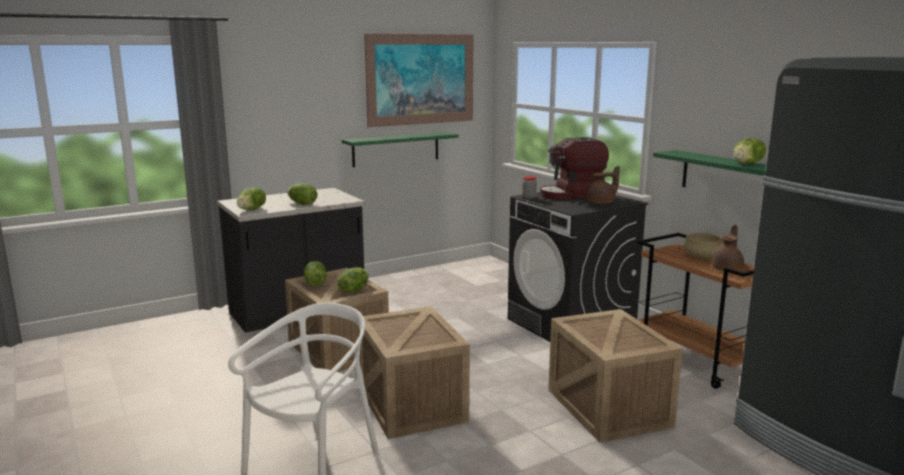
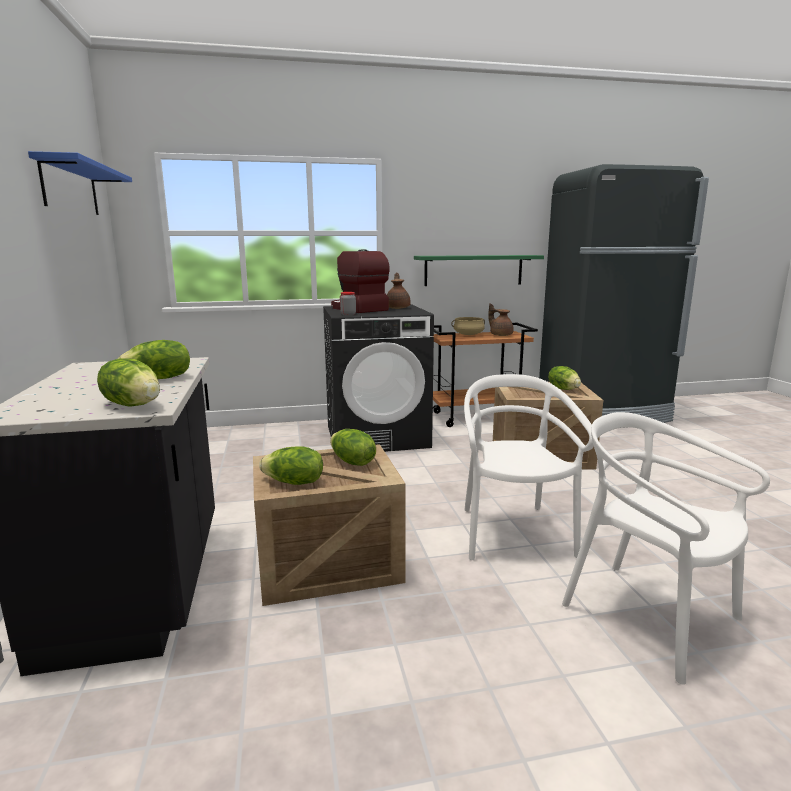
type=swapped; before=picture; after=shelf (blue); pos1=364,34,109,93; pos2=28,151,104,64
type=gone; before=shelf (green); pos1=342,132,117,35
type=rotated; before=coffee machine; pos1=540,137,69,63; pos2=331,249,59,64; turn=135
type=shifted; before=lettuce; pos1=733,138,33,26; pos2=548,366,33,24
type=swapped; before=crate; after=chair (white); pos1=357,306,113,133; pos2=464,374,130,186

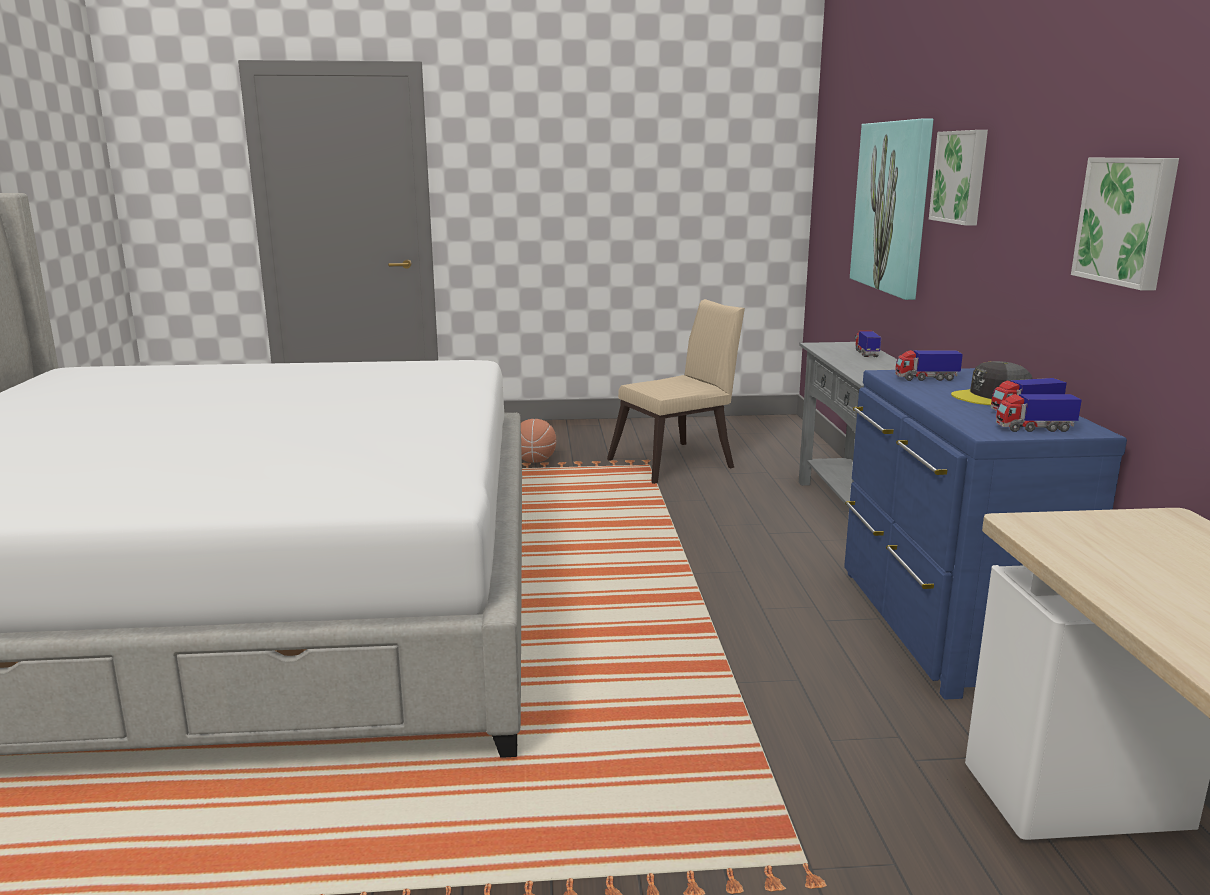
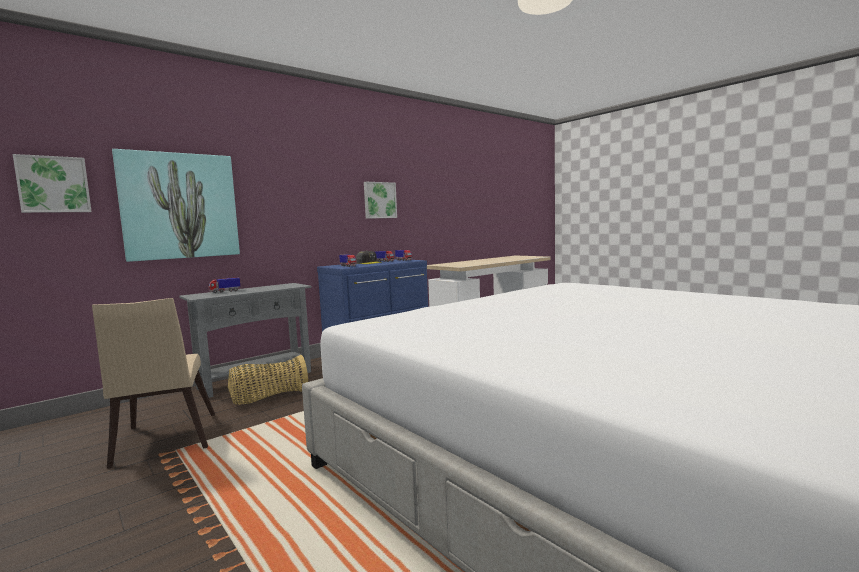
type=shifted; before=picture; pos1=929,130,59,96; pos2=13,154,79,59
type=rotated; before=chair (beige); pos1=607,299,138,185; pos2=92,298,123,171; turn=-135
type=gone; before=basketball; pos1=521,419,35,44
type=new; after=basket; pos2=228,355,80,50

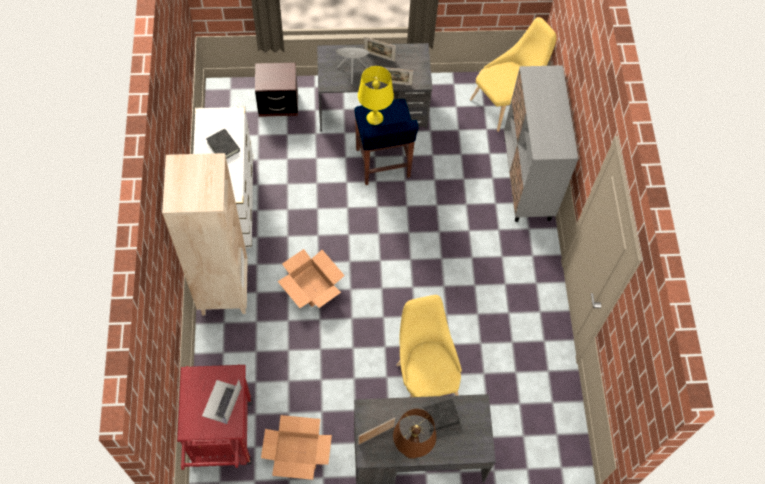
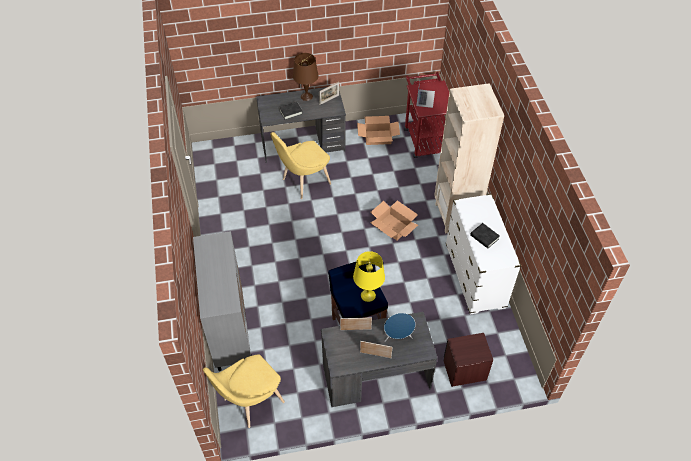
type=rotated; before=chair (yellow); pos1=396,295,66,102; pos2=271,132,60,67; turn=75

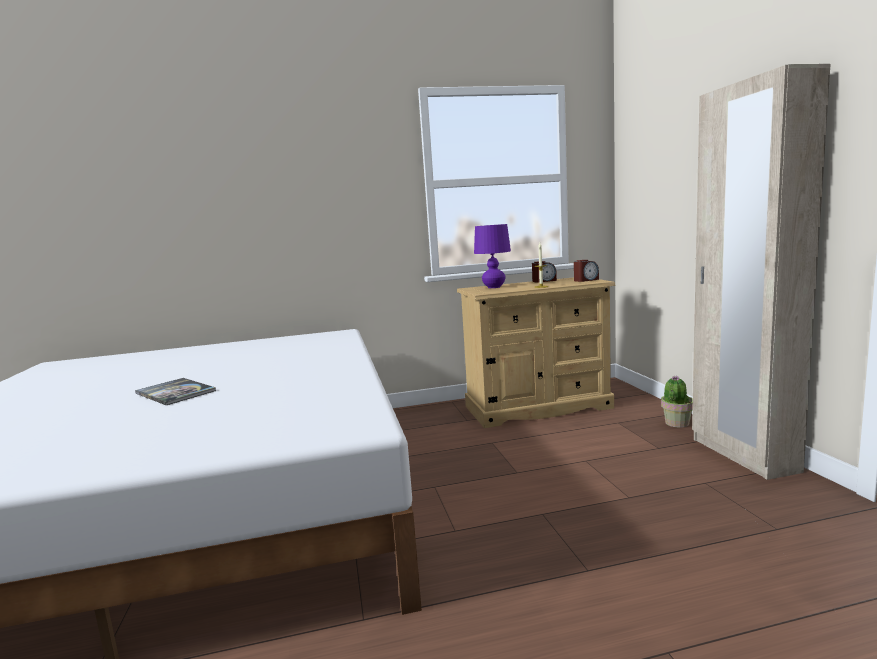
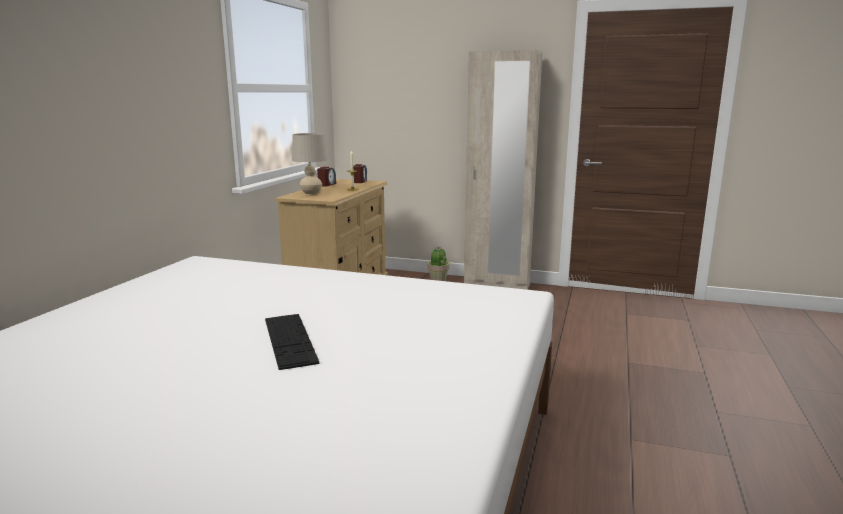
type=repainted; before=table lamp (purple); after=table lamp (beige); pos1=474,224,37,64; pos2=292,133,35,62
type=swapped; before=book; after=keyboard; pos1=135,378,81,27; pos2=265,314,54,56

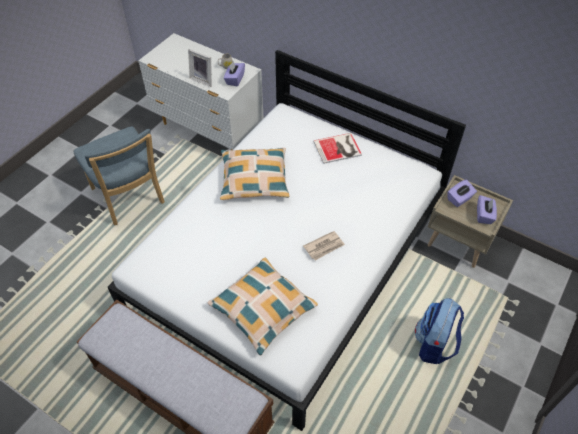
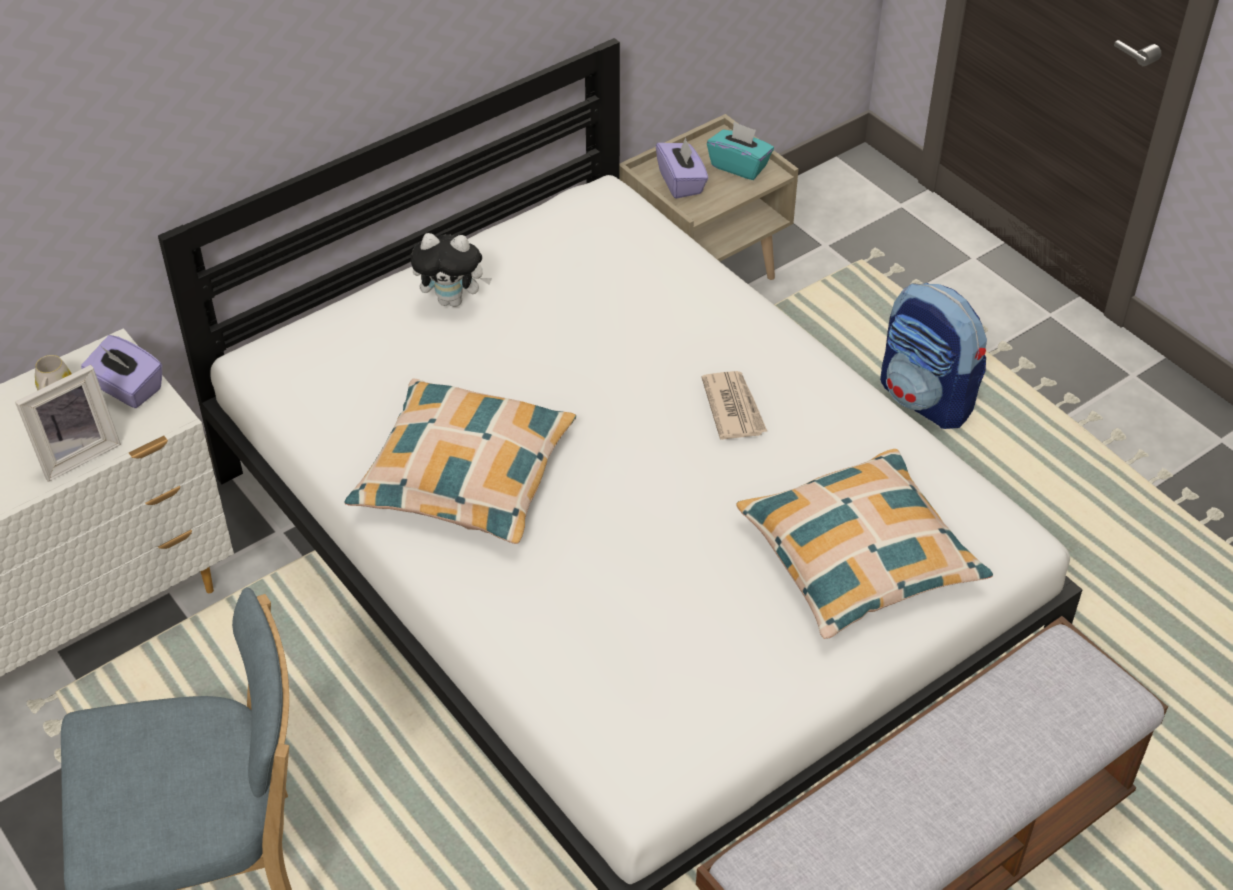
type=swapped; before=book; after=plush toy; pos1=313,133,49,31; pos2=411,233,81,74
type=repainted; before=tissue box (purple); after=tissue box (turquoise); pos1=477,195,20,29; pos2=707,122,67,58

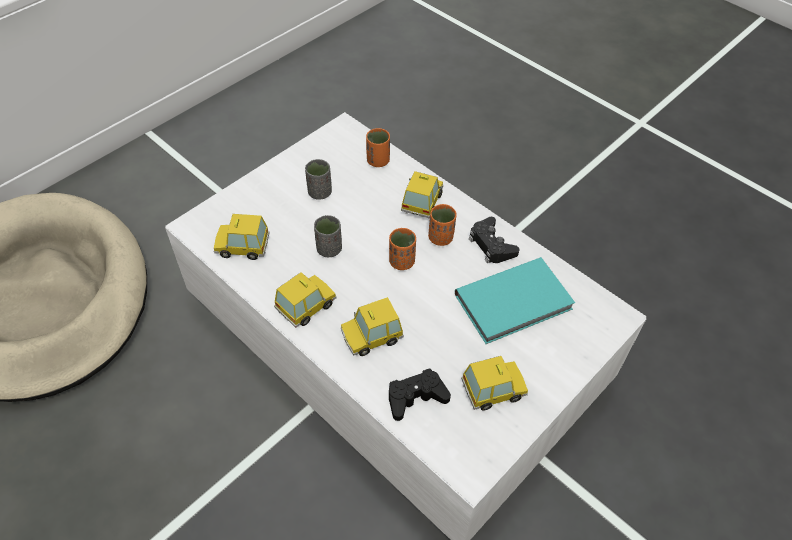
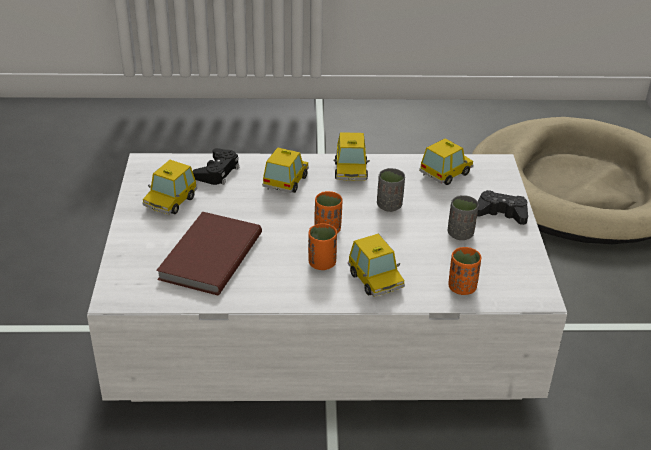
type=shifted; before=game controller (black); pos1=469,217,51,46; pos2=477,190,51,35
type=repainted; before=book (turquoise); after=book (brown); pos1=455,257,120,87; pos2=156,212,106,83

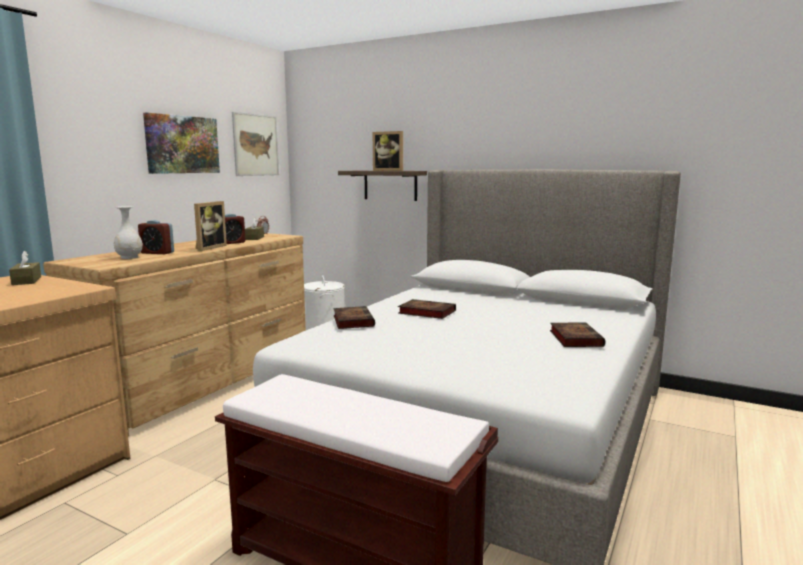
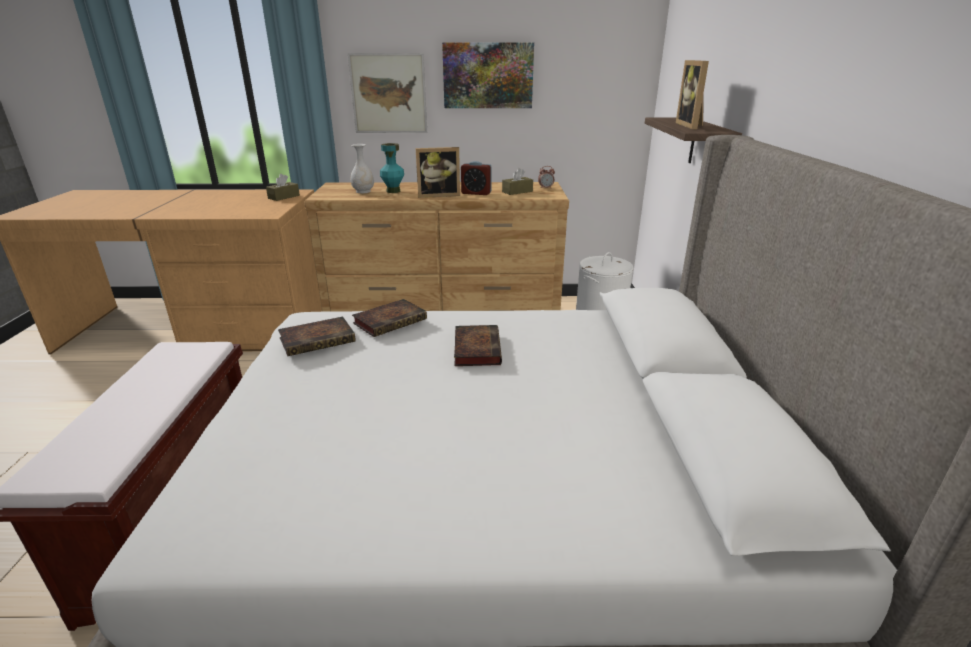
type=shifted; before=picture; pos1=232,112,47,64; pos2=348,53,79,80
type=swapped; before=alarm clock; after=vase (turquoise); pos1=138,220,36,34; pos2=380,143,24,50
type=shifted; before=book; pos1=550,323,55,24; pos2=278,317,78,39

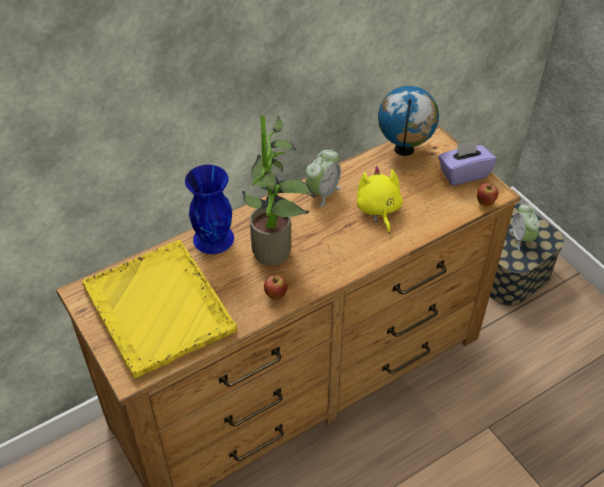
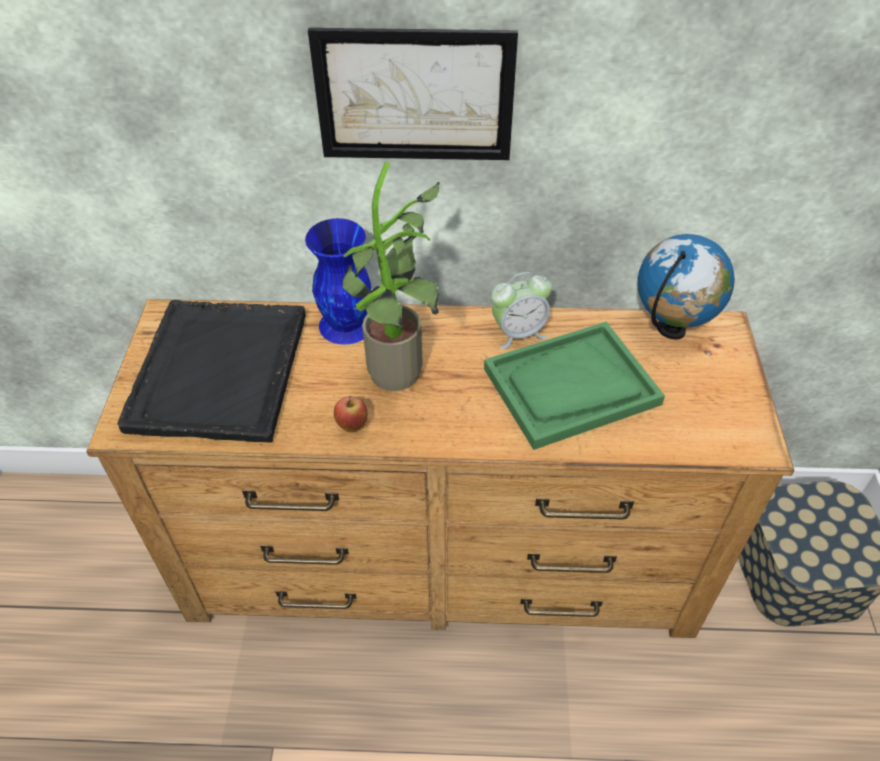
type=gone; before=tissue box (purple); pos1=438,140,58,46
type=swapped; before=plush toy (yellow); after=tray (green); pos1=357,166,46,67; pos2=484,322,181,128
type=gone; before=apple; pos1=476,183,22,23
type=gone; before=alarm clock; pos1=510,203,30,47
type=repainted; before=tray (yellow); after=tray (black); pos1=82,240,155,138; pos2=118,300,188,143
type=new; after=picture; pos2=308,28,210,132

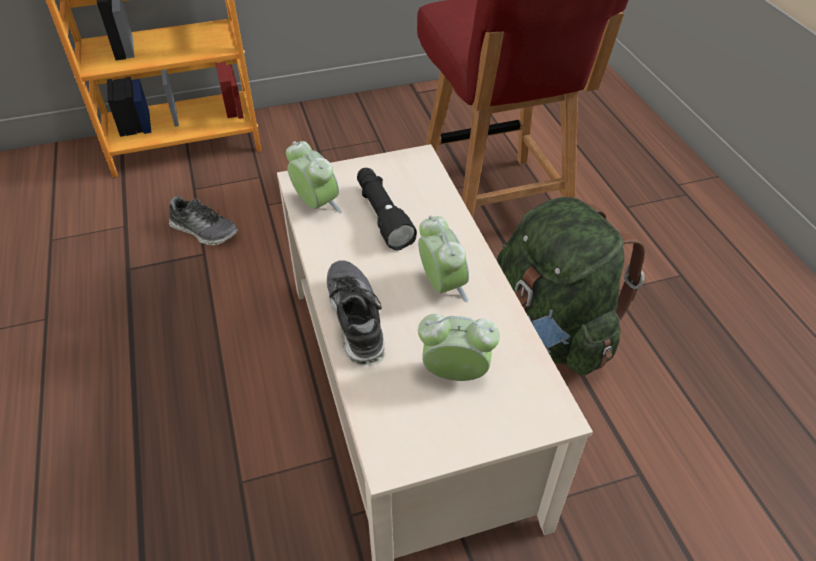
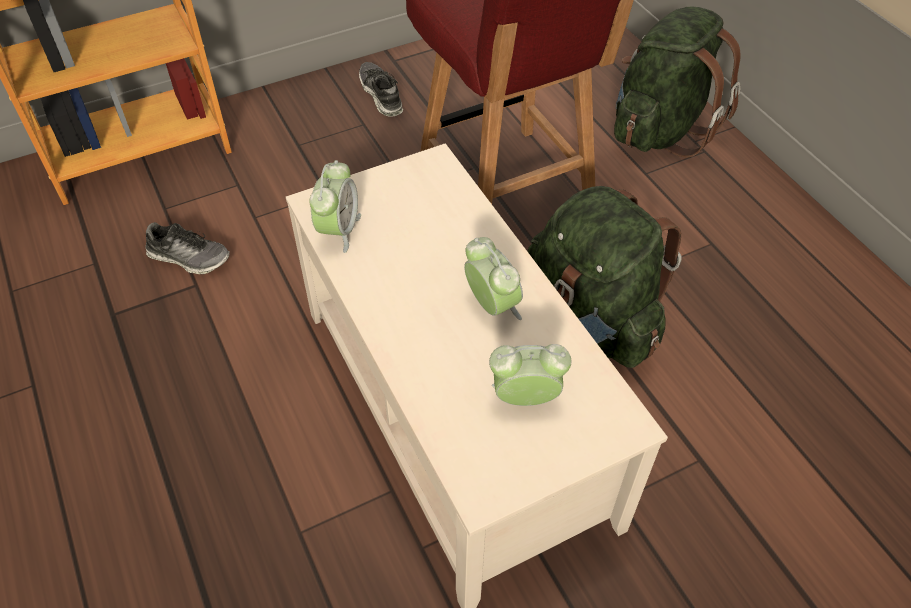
type=rotated; before=alarm clock; pos1=286,141,56,72; pos2=309,160,52,93; turn=60
type=gone; before=flashlight (black); pos1=357,168,60,82
type=shifted; before=shoe; pos1=327,260,59,106; pos2=359,62,44,55
type=new; after=backpack (green); pos2=614,7,127,151

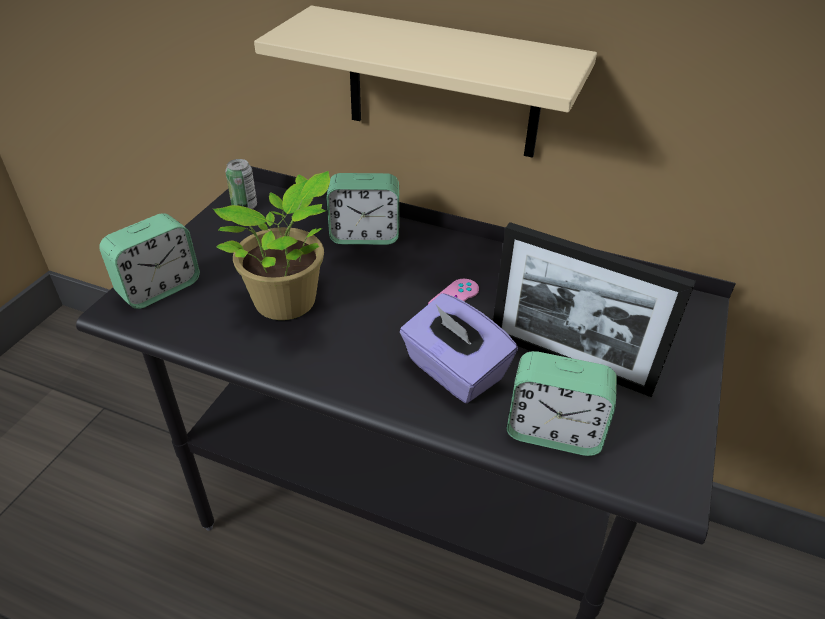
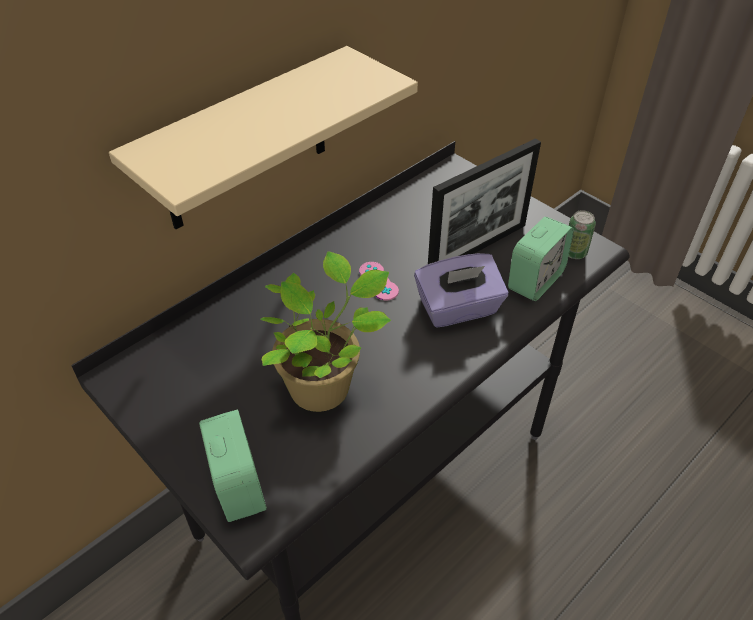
type=shifted; before=can; pos1=225,159,32,50; pos2=569,210,27,49
type=gone; before=alarm clock; pos1=327,173,72,72

